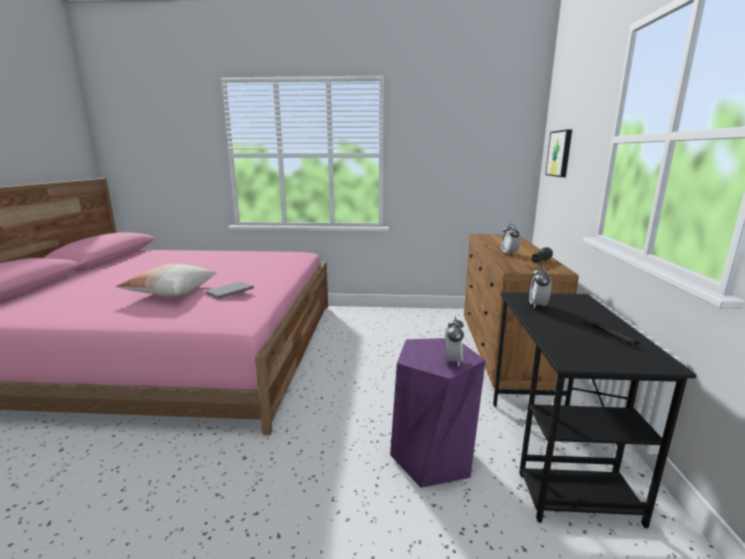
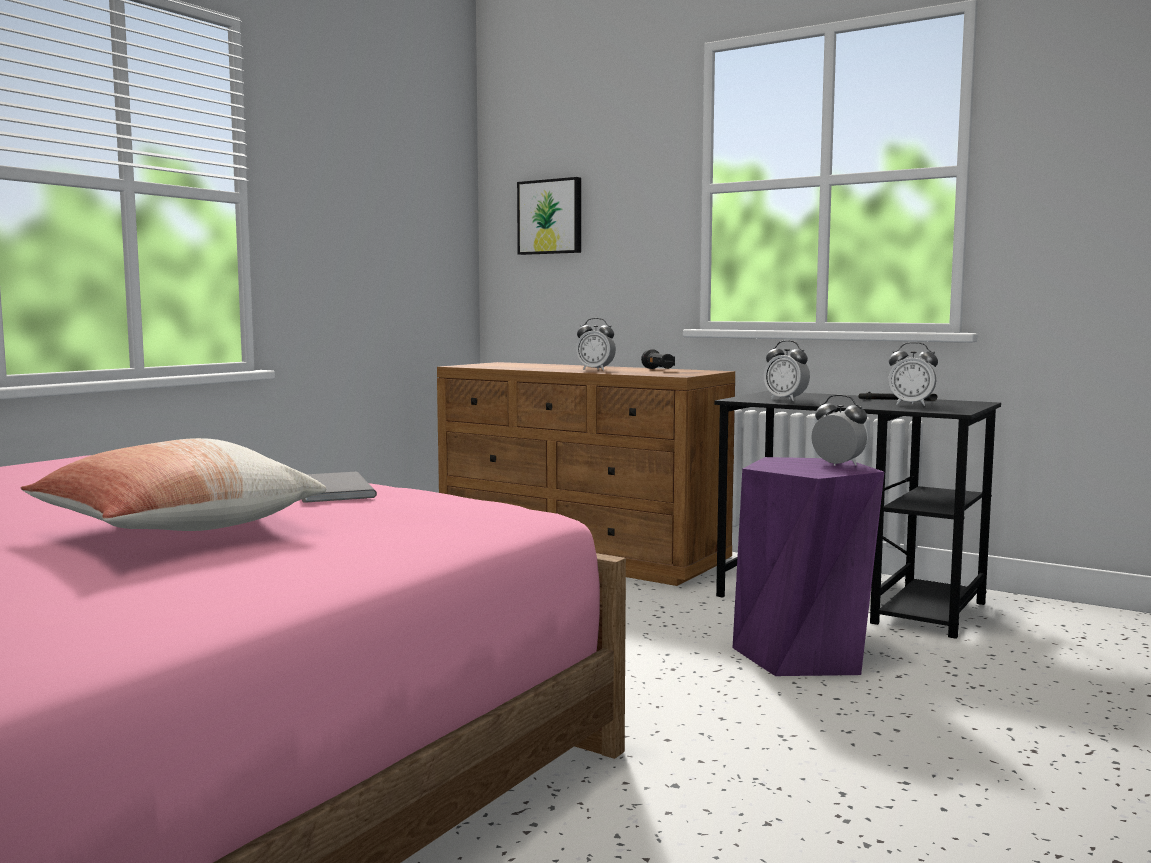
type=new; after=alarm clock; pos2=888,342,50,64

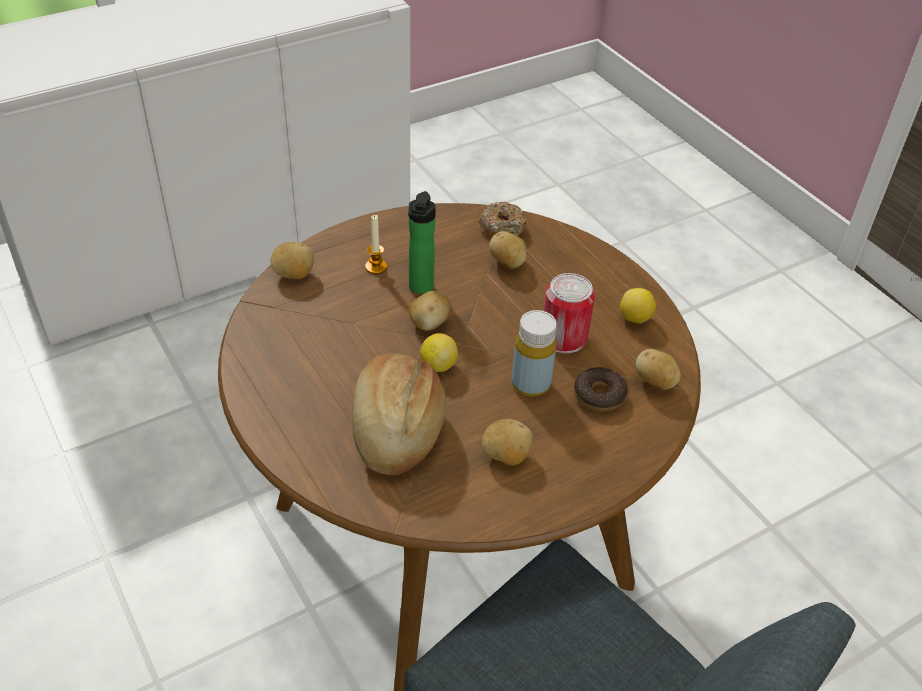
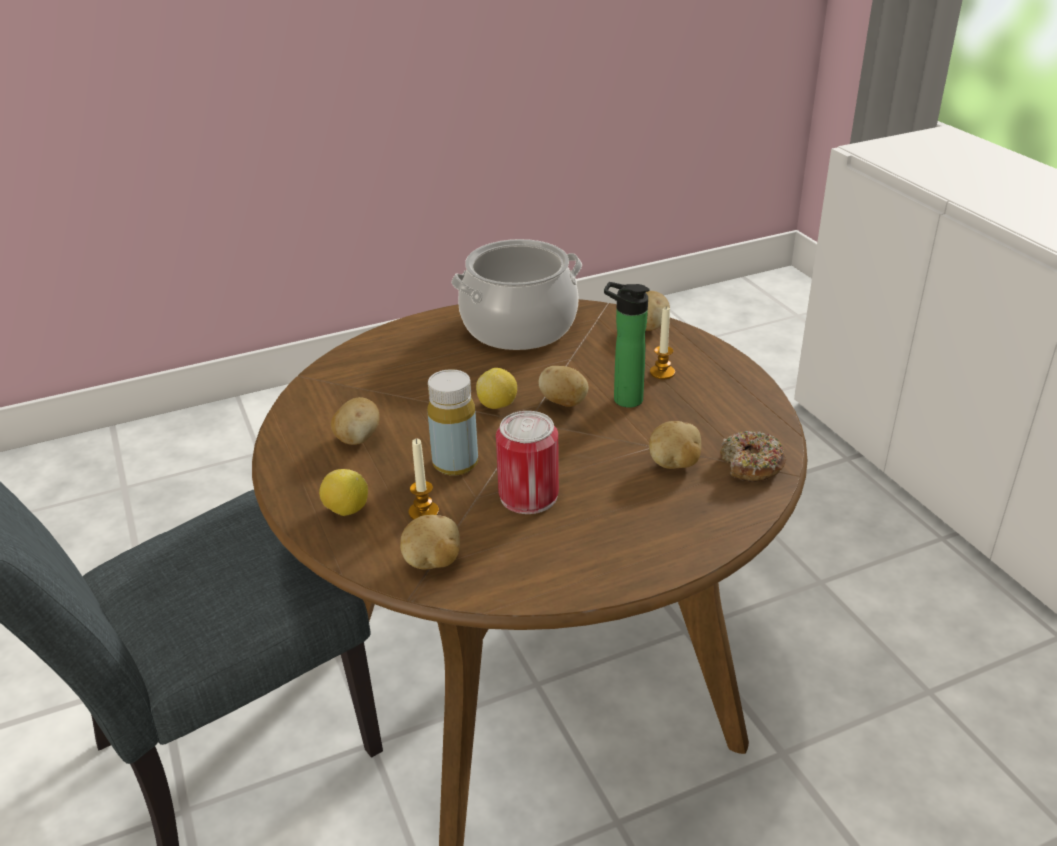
type=shifted; before=lemon; pos1=620,288,36,35; pos2=319,469,49,47
type=gone; before=bread; pos1=352,353,94,122
type=swapped; before=donut; after=candle; pos1=574,367,54,45; pos2=409,439,30,81
type=new; after=cooking pot; pos2=451,239,131,111

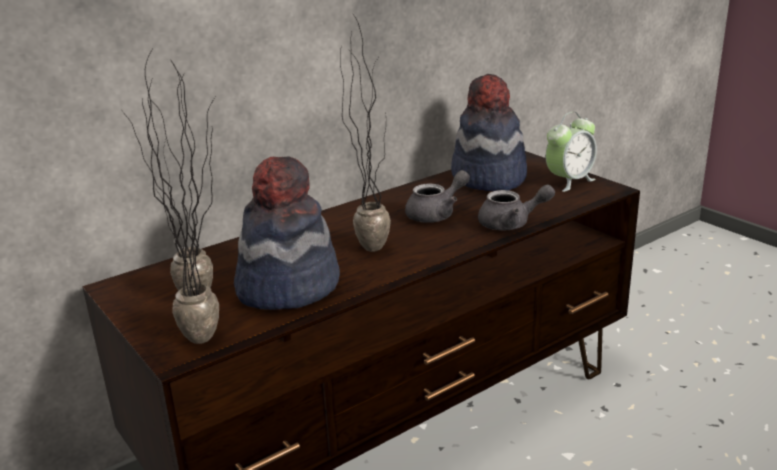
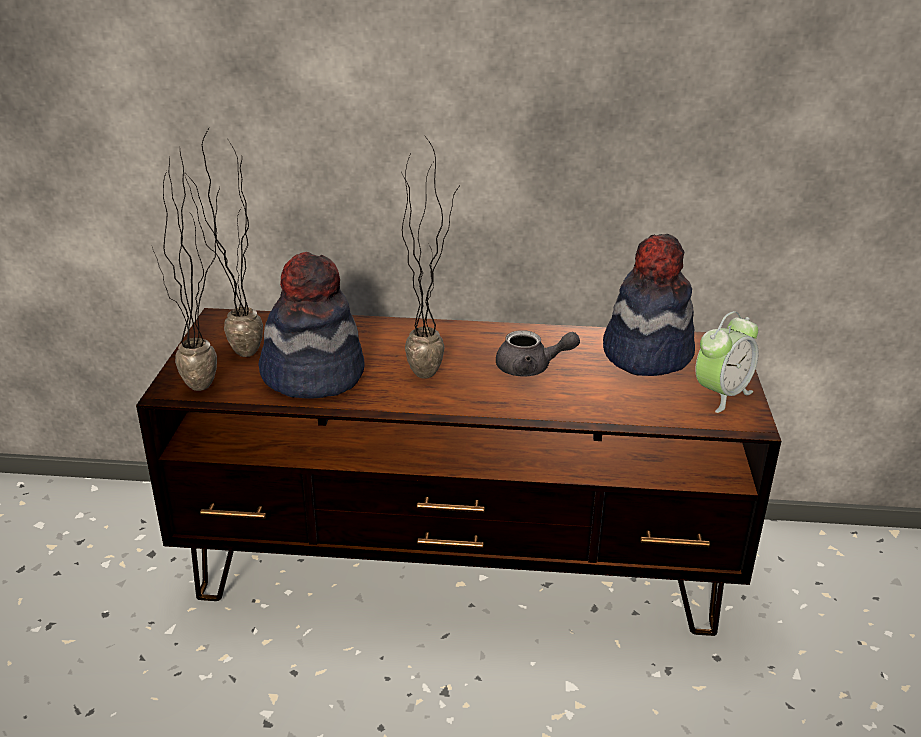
type=rotated; before=alarm clock; pos1=546,112,51,80; pos2=695,311,64,102; turn=-45
type=gone; before=teapot (grey); pos1=478,184,77,46

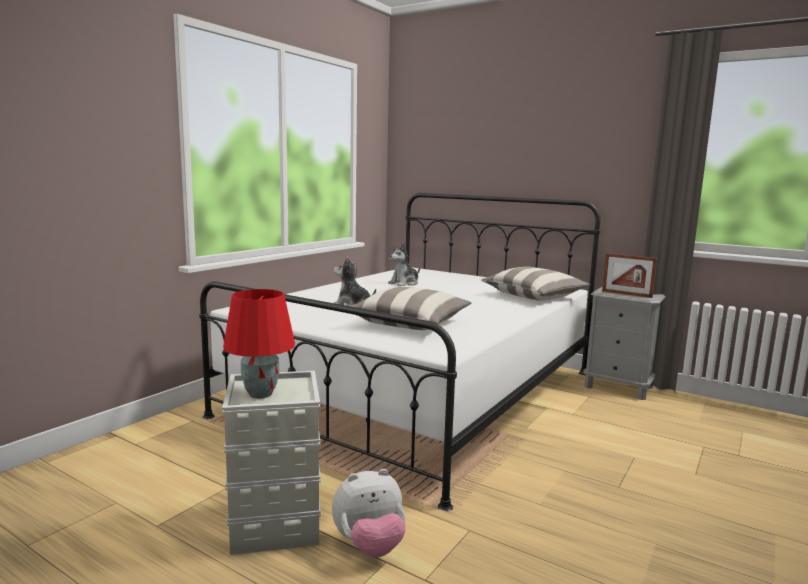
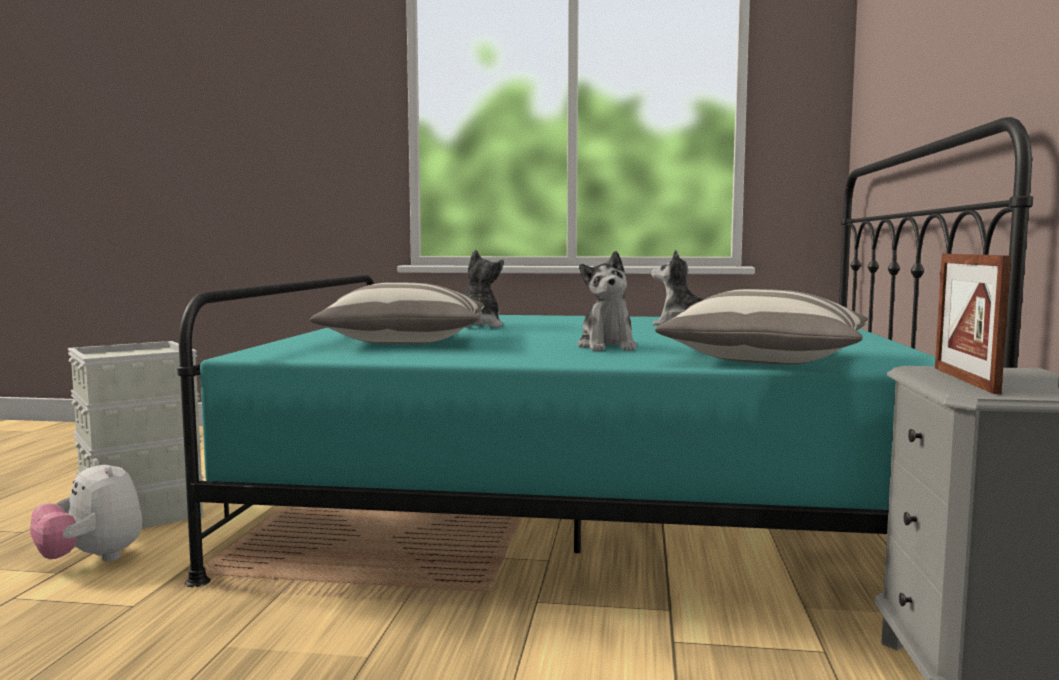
type=repainted; before=bed (white); after=bed (turquoise); pos1=199,193,401,318; pos2=177,117,856,470
type=gone; before=table lamp (red); pos1=223,289,72,109
type=new; after=plush toy; pos2=577,251,60,100

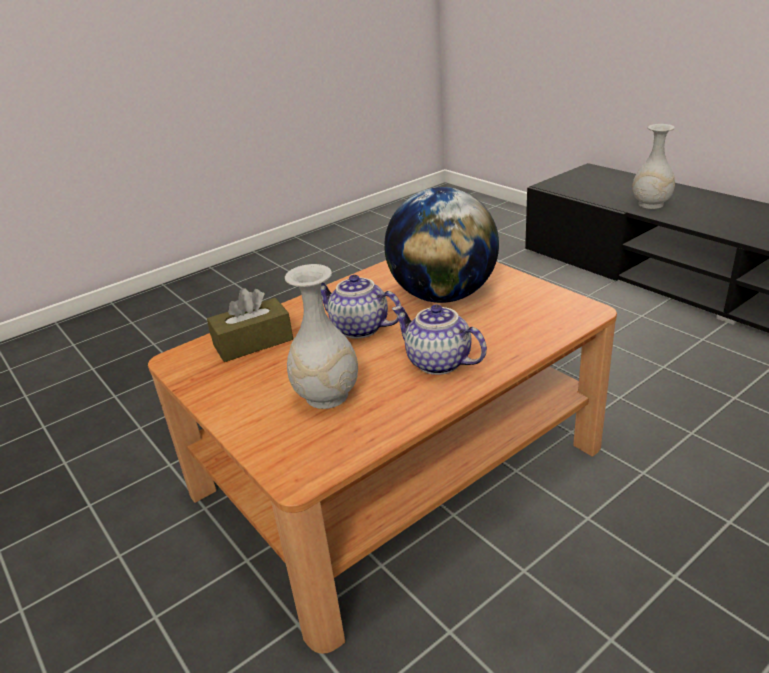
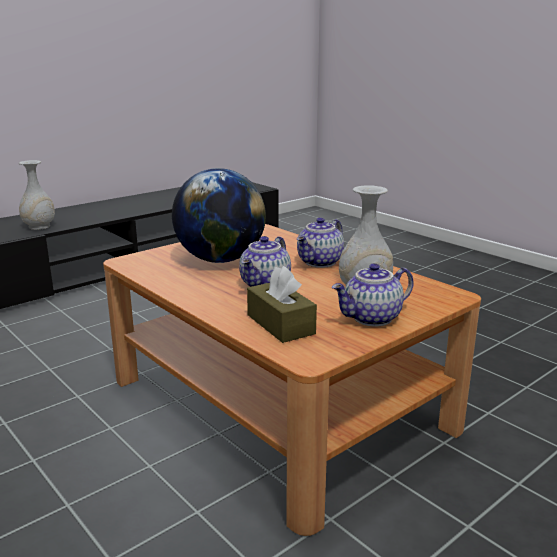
type=new; after=teapot; pos2=332,263,82,63

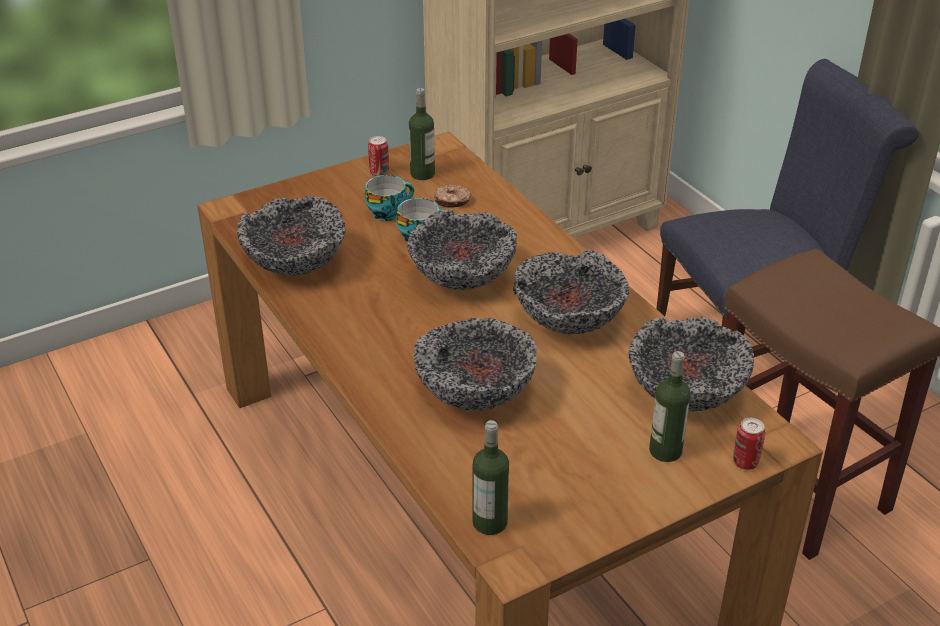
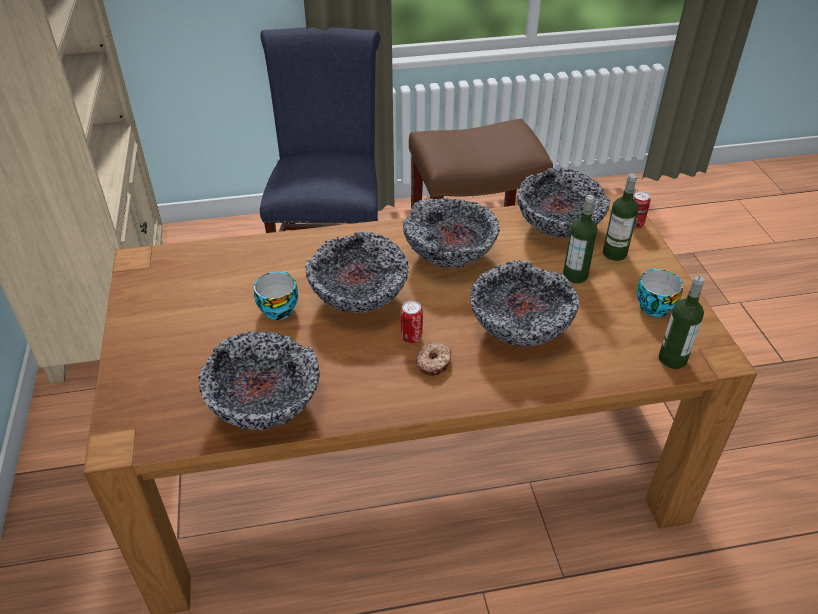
type=shifted; before=bottle; pos1=409,88,26,92; pos2=563,195,34,88
type=shifted; before=can; pos1=368,136,21,40; pos2=400,301,23,42
type=shifted; before=cup; pos1=365,175,49,46; pos2=637,268,46,49
type=shifted; before=donut; pos1=434,185,37,23; pos2=415,342,36,34

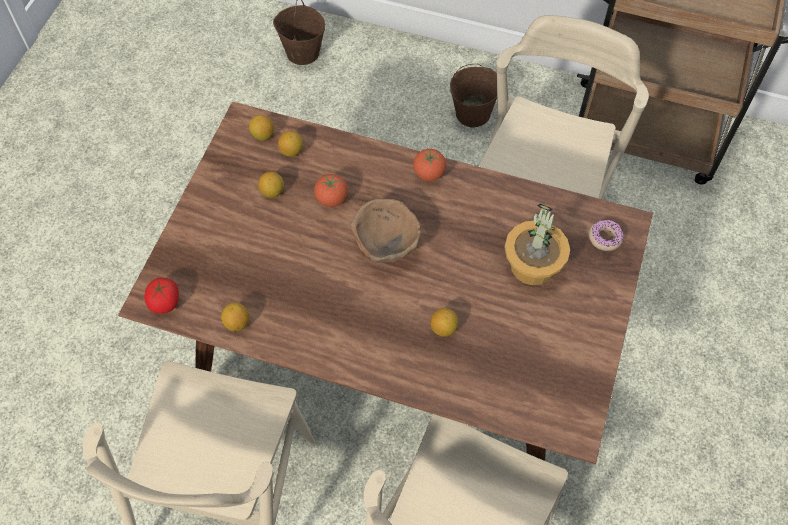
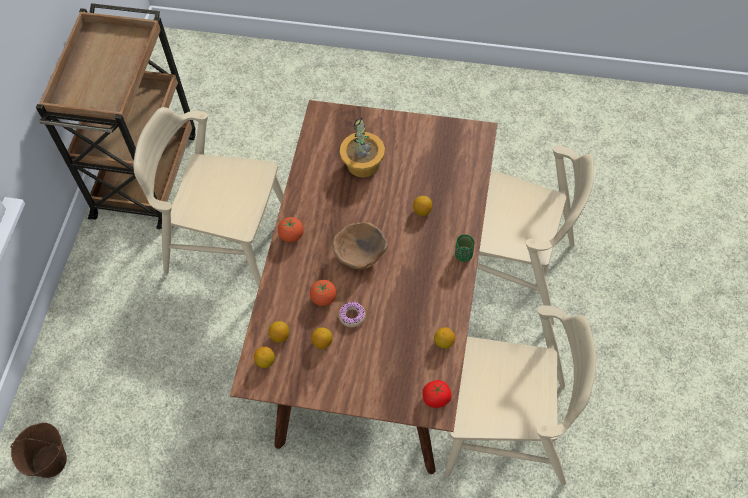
type=gone; before=bucket (brown); pos1=450,64,47,63
type=shifted; before=donut; pos1=589,220,35,31; pos2=339,301,27,26
type=new; after=cup (green); pos2=455,234,19,28

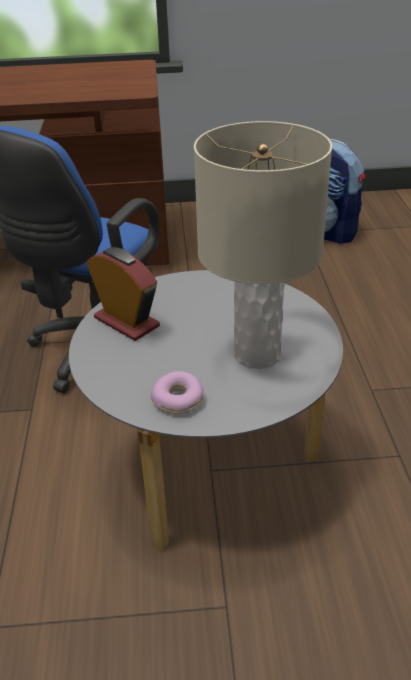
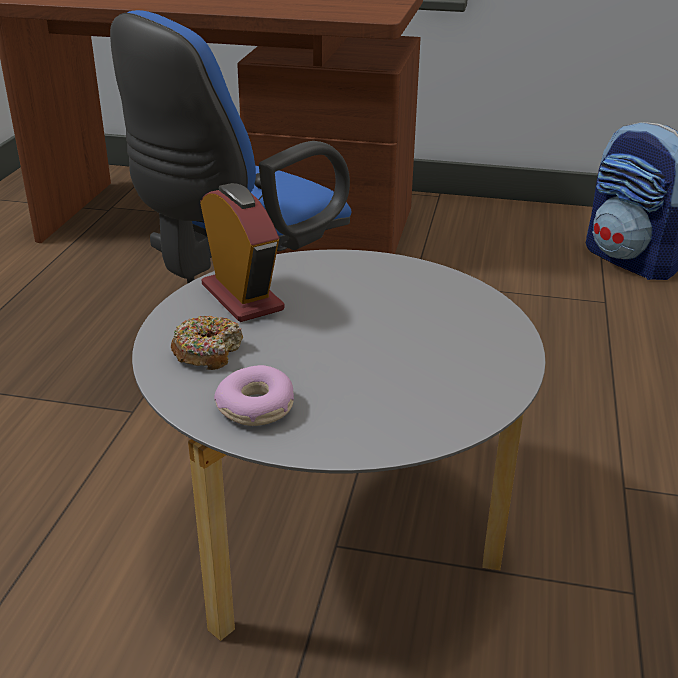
type=gone; before=table lamp (beige); pos1=194,121,139,248
type=new; after=donut; pos2=171,316,72,54

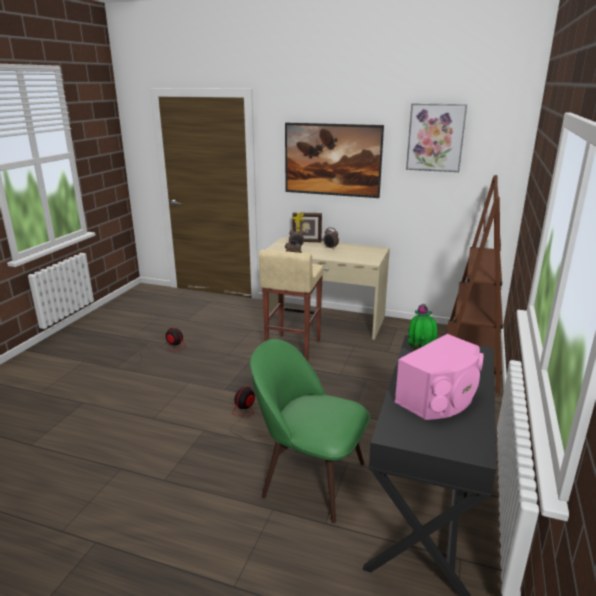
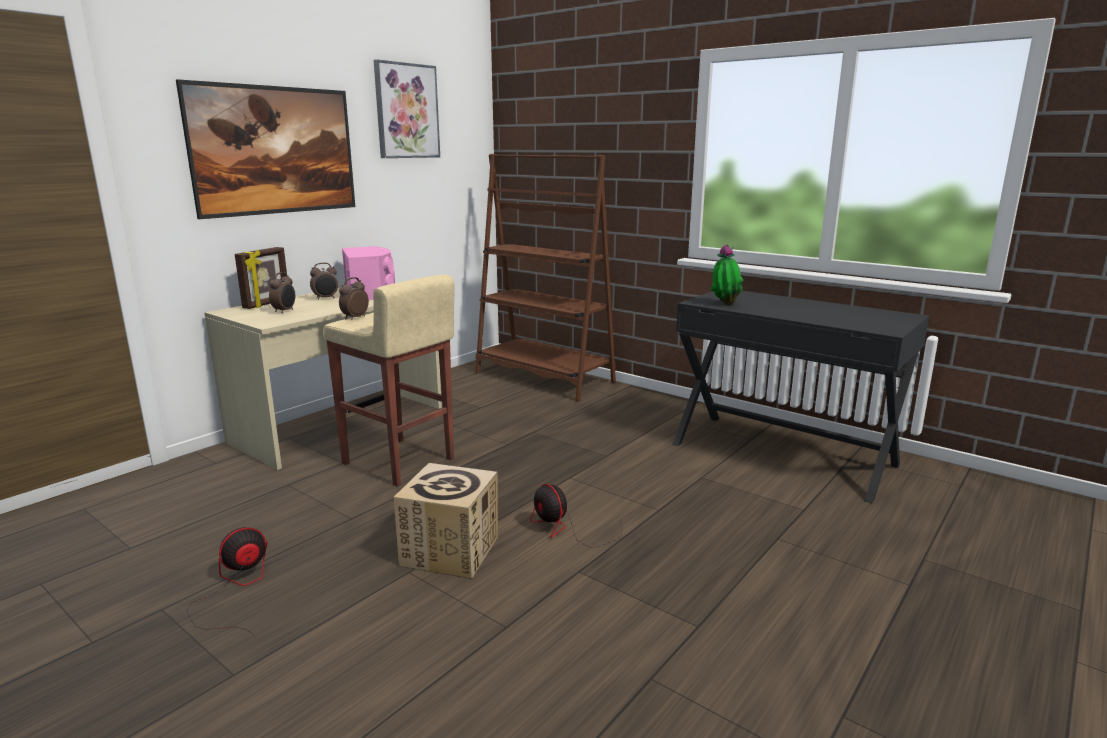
type=shifted; before=speaker (pink); pos1=395,334,89,86; pos2=342,246,53,54
type=gone; before=chair (green); pos1=250,339,120,184
type=new; after=cardboard box; pos2=394,463,104,116

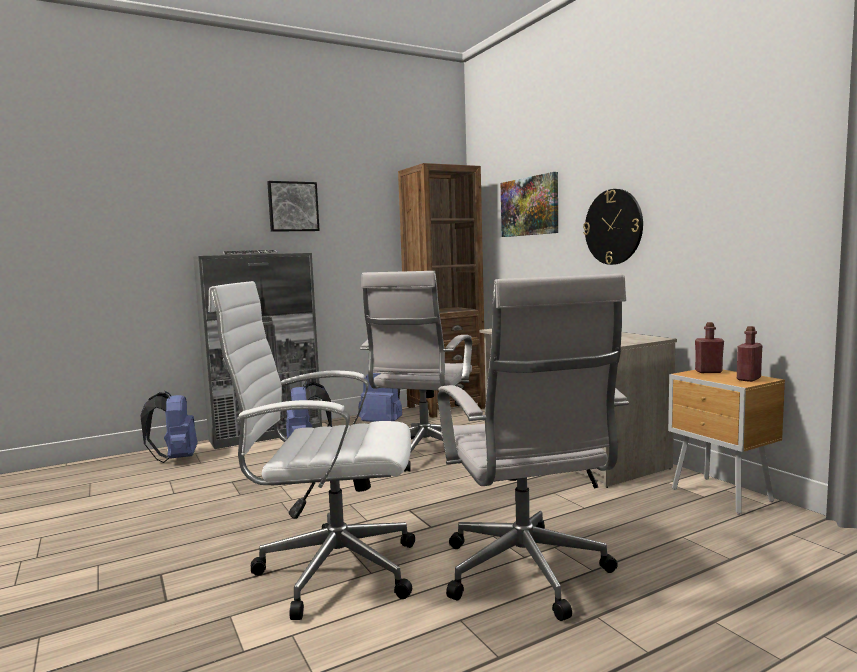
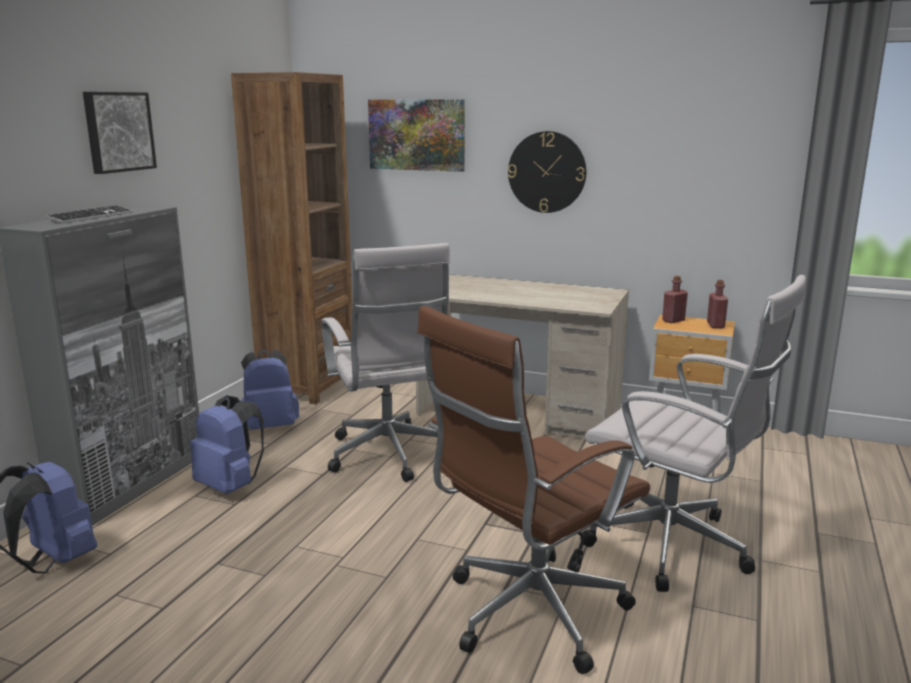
type=repainted; before=office chair (white); after=office chair (brown); pos1=208,281,207,339; pos2=417,306,233,368

